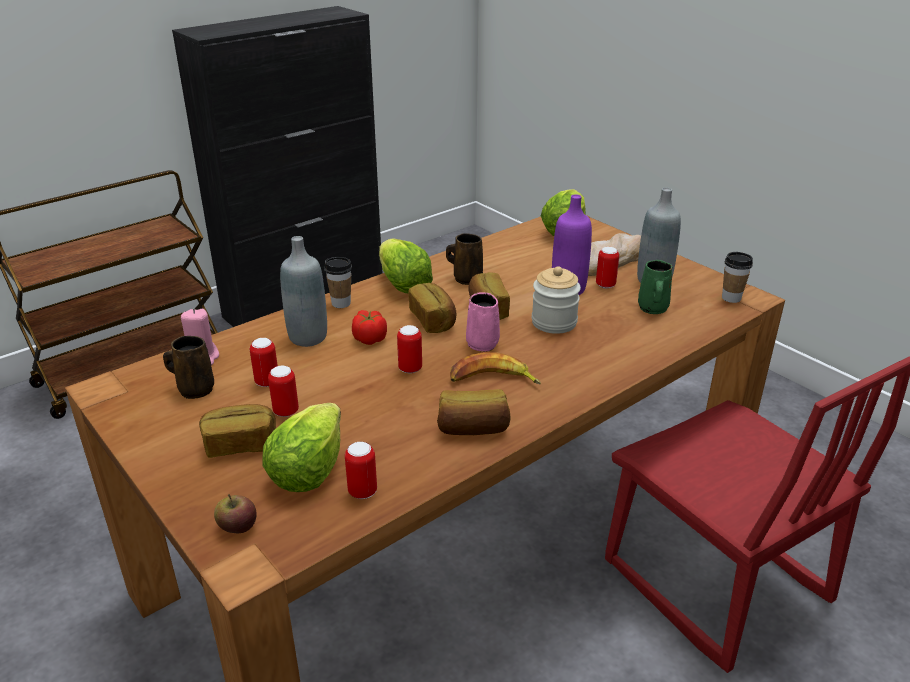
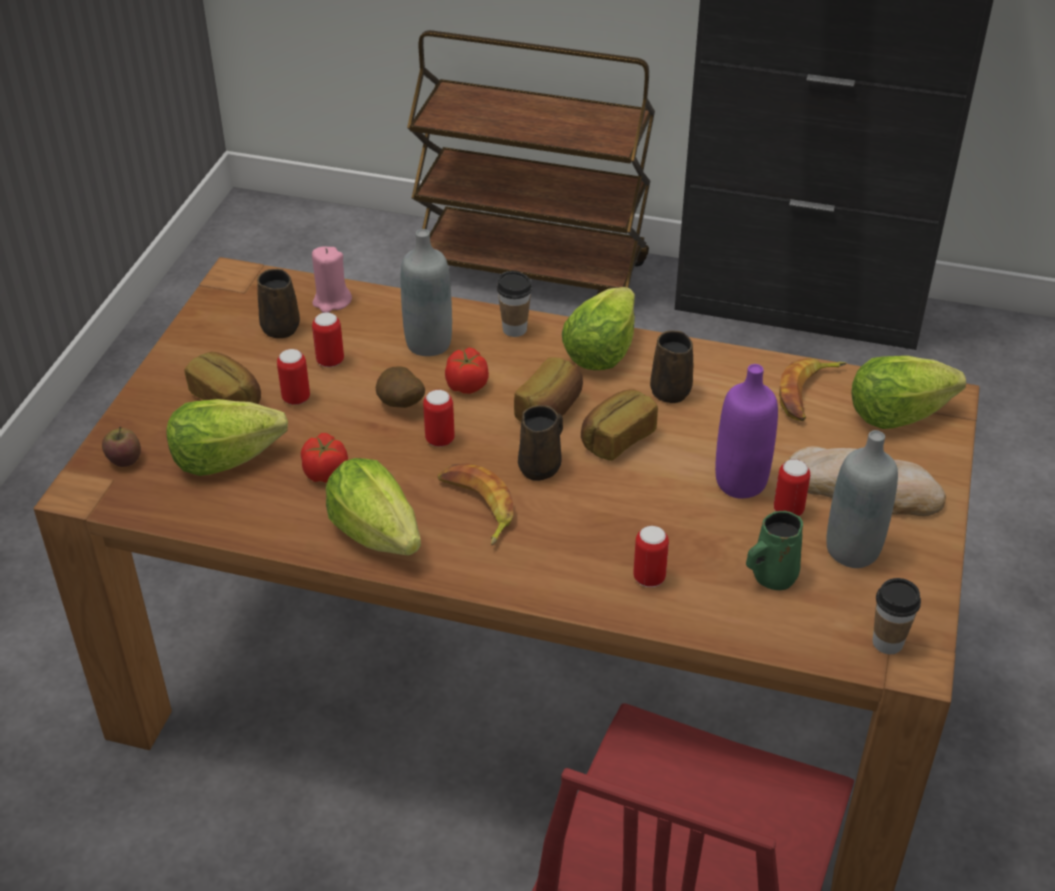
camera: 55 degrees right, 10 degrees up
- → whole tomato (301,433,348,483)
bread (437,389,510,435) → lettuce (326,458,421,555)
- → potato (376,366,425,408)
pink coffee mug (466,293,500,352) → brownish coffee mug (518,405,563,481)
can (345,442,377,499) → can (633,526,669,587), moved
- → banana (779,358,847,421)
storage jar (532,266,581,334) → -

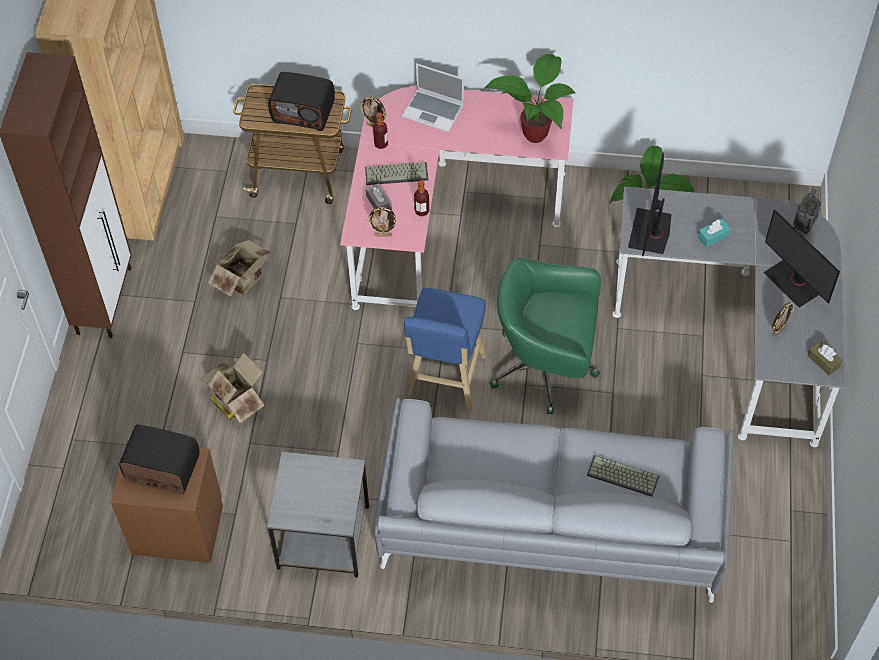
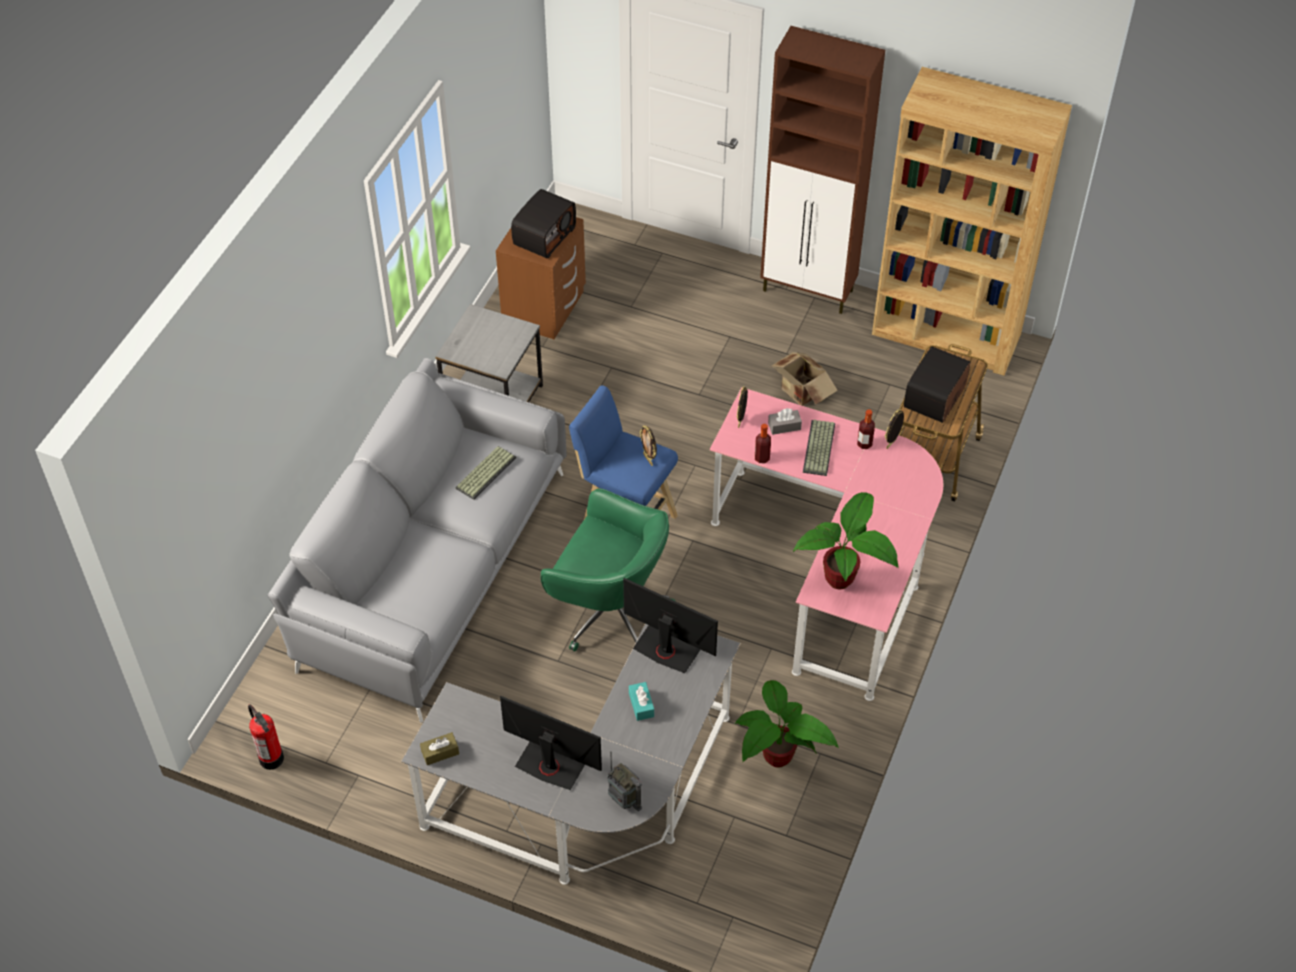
camera: 105 degrees right, 5 degrees down
- → extinguisher (248,704,284,770)
computer keyboard (587,455,659,497) → computer keyboard (455,446,516,500), moved
computer screen (764,209,840,308) → computer screen (500,696,602,790), 45 degrees clockwise
green desk chair (490,258,601,415) → green desk chair (541,488,675,652), 90 degrees clockwise
photo frame (772,302,794,338) → photo frame (640,426,657,466), moved
cardboard box (199,353,264,423) → -
portable computer (402,63,464,133) → -

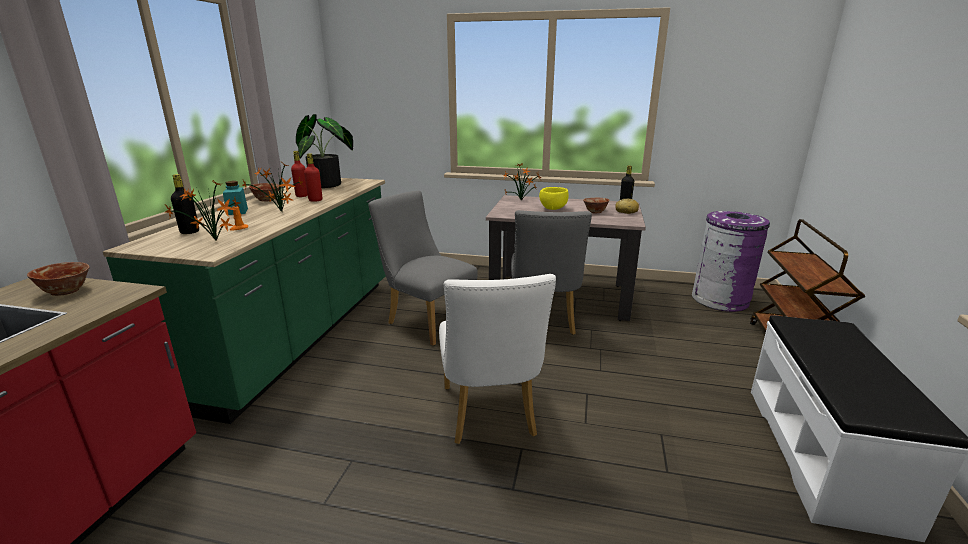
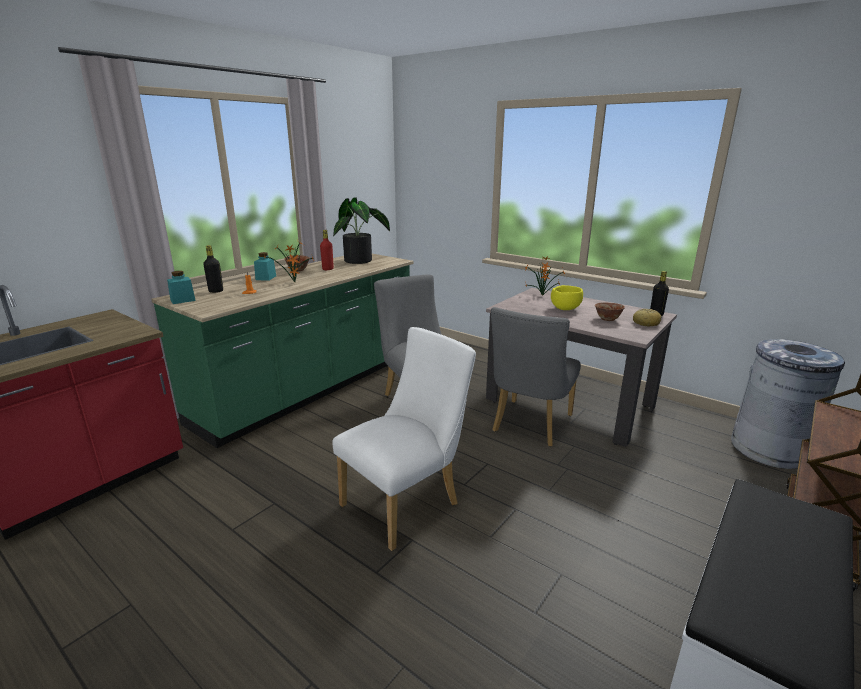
camera: 25 degrees right, 0 degrees up
- → blue-green storage jar (167,271,196,304)
white chair (439,274,556,444) → white chair (332,327,476,551), 150 degrees counterclockwise
purple waste bin (692,211,770,312) → gray waste bin (731,339,845,469)
serving bowl (27,262,90,296) → -
plant in a pot (165,180,241,241) → -
red-coloured drink bottle (304,153,322,202) → -

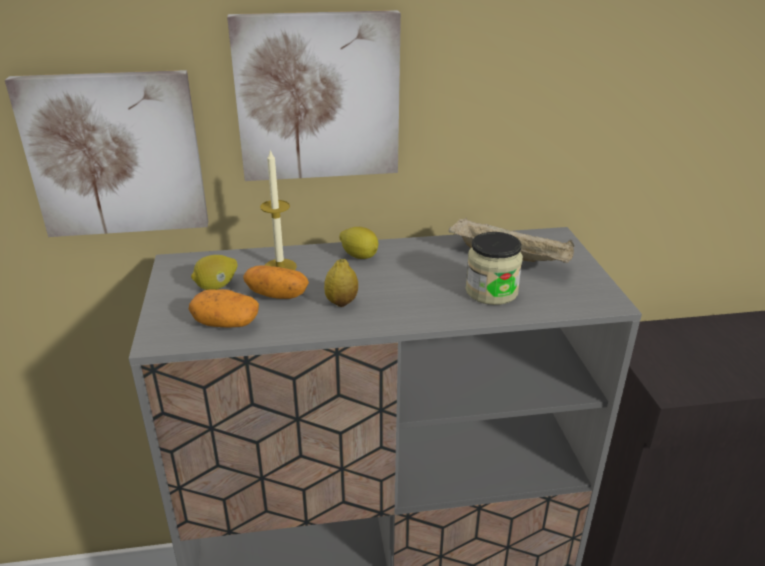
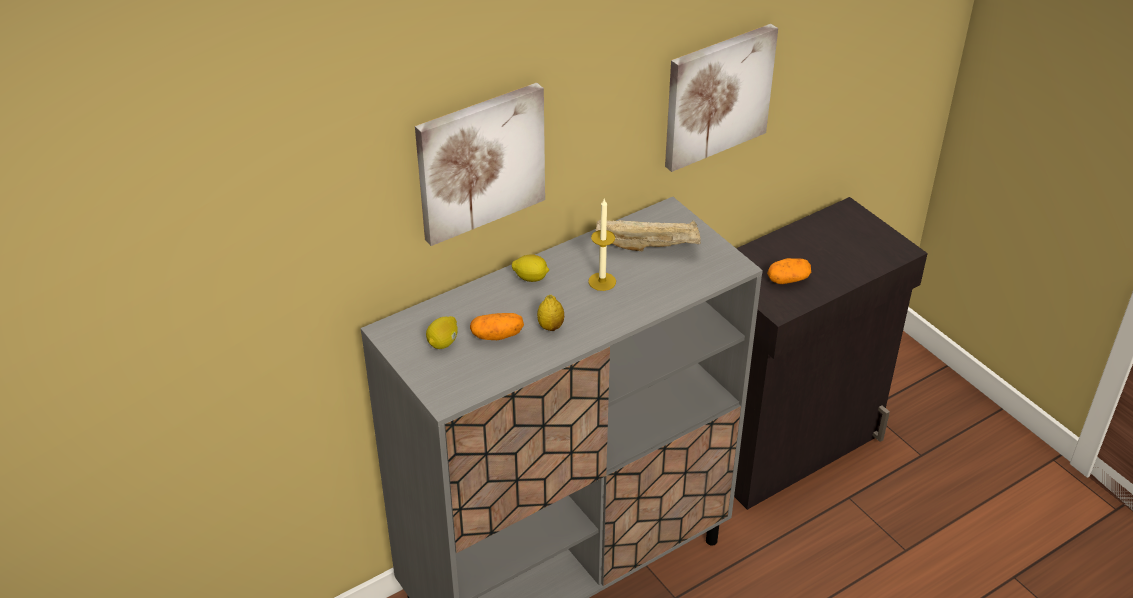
camera: 25 degrees left, 10 degrees up
wax candle (260,149,297,270) → wax candle (588,199,616,291), moved
wall art (5,70,208,237) → wall art (665,24,778,172), moved
potato (188,289,259,328) → potato (767,258,811,284), moved
storage jar (465,232,523,305) → -

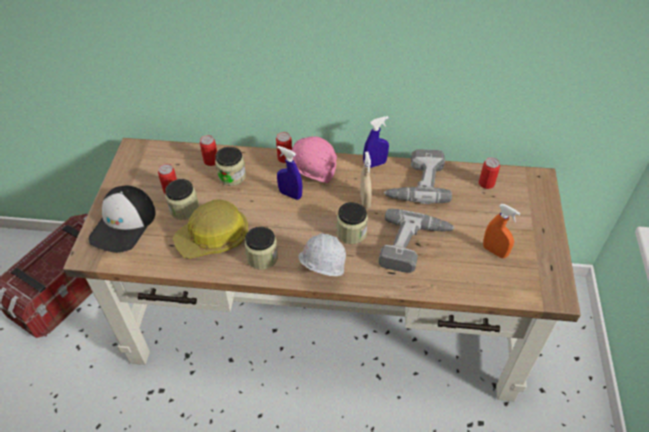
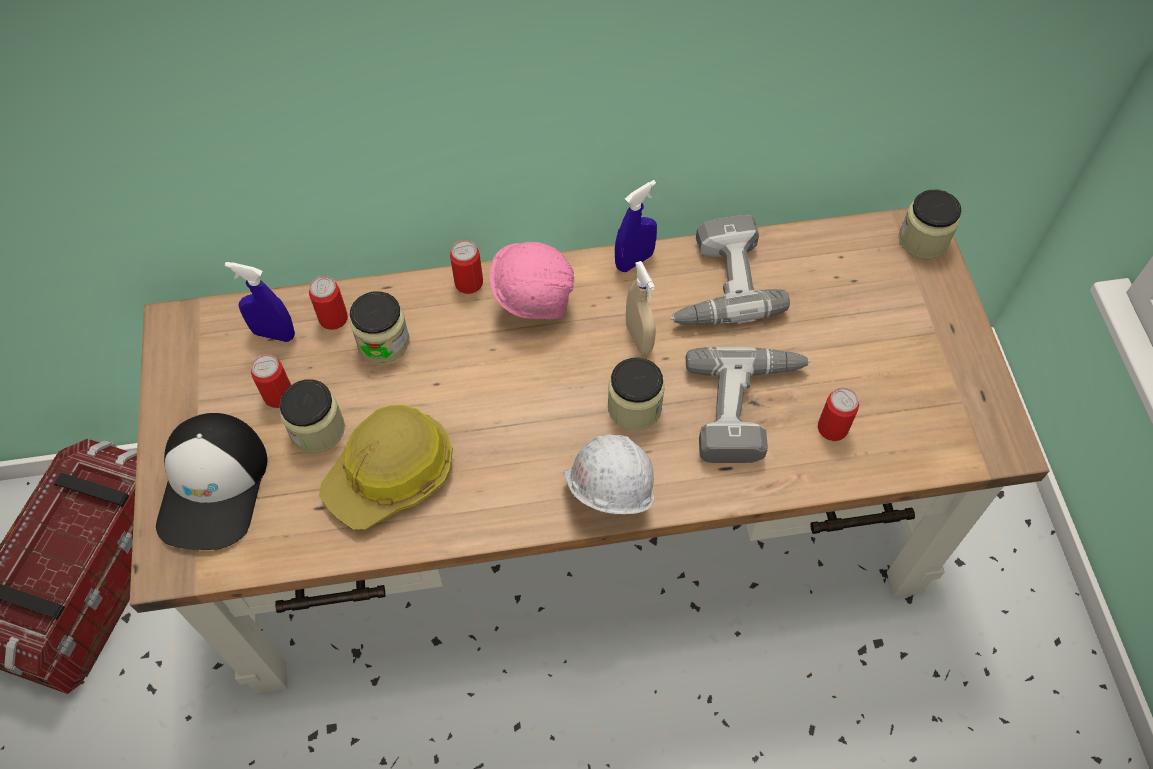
camera: 15 degrees left, 10 degrees up
bluish spray bottle (277,146,302,200) → bluish spray bottle (225,262,295,342), moved
can (479,157,500,189) → can (818,387,859,441), moved
storage jar (245,227,278,270) → storage jar (899,189,961,259), moved
orange-coloured spray bottle (483,204,521,258) → -

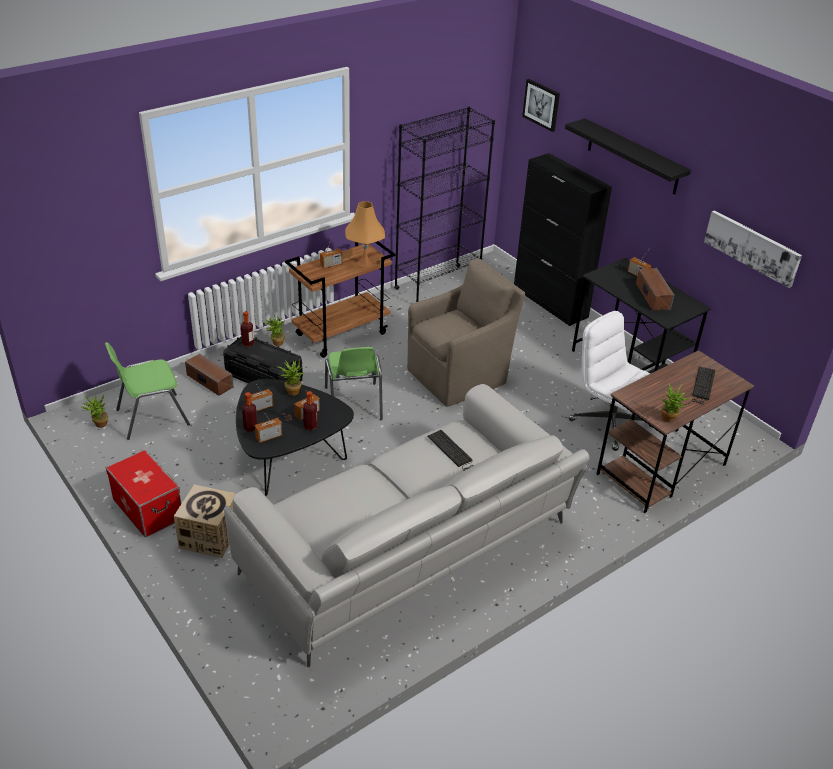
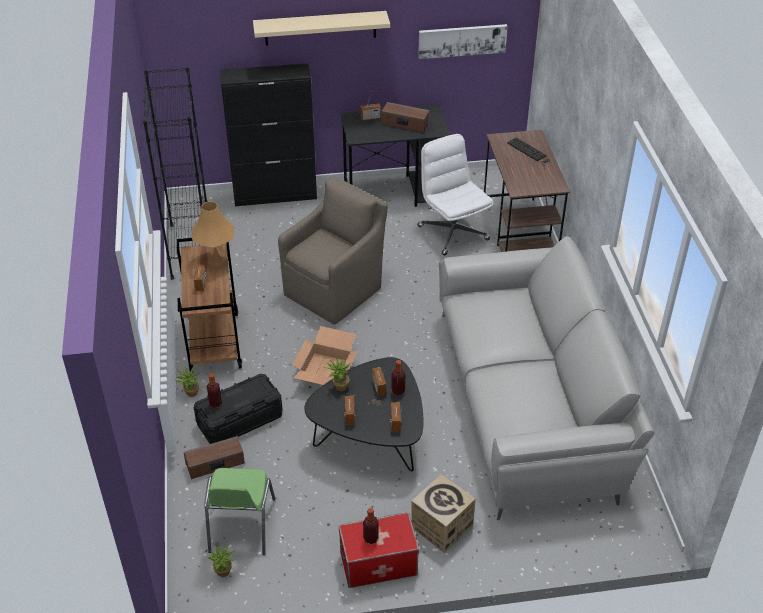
camera: 60 degrees left, 5 degrees up
black-coloured wall shelf (565,118,691,195) → beige-coloured wall shelf (253,11,390,46)
brownish lounge chair (407,259,525,407) → brownish lounge chair (278,176,388,325), 45 degrees clockwise
green chair (325,347,383,420) → cardboard box (292,326,358,386)
drink bottle (242,392,257,431) → drink bottle (363,508,379,544), moved
white desk chair (569,311,651,451) → white desk chair (418,134,494,255), 75 degrees clockwise
computer keyboard (427,430,473,471) → -
wall art (522,79,560,132) → -
plant in a pot (661,384,692,422) → -

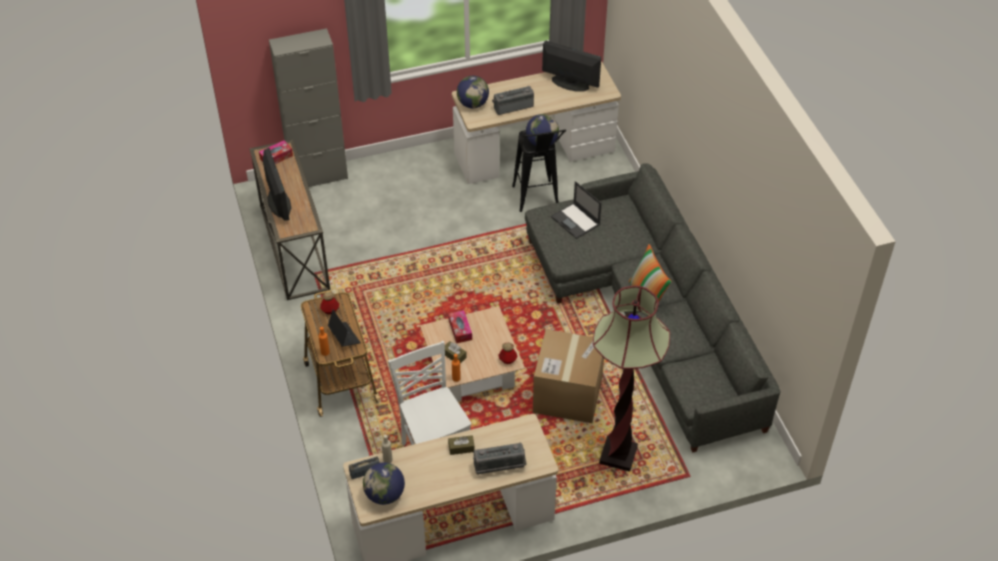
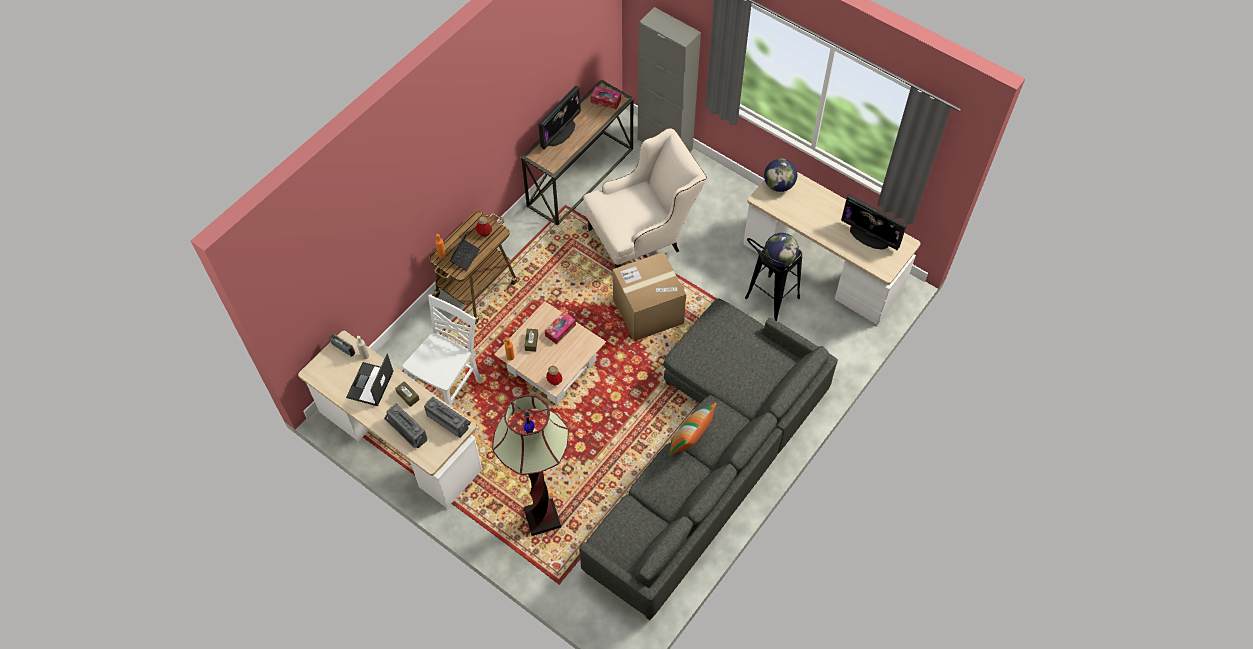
camera: 55 degrees right, 10 degrees up
portable computer (551,181,601,239) → portable computer (346,354,394,406), moved
radio (492,86,534,115) → radio (424,397,471,438), moved
- → beige-coloured lounge chair (583,128,707,268)
cardboard box (533,329,604,423) → cardboard box (613,252,686,341), moved
computer screen (542,40,601,92) → computer screen (841,194,907,250), 135 degrees clockwise
world globe (363,462,405,505) → -

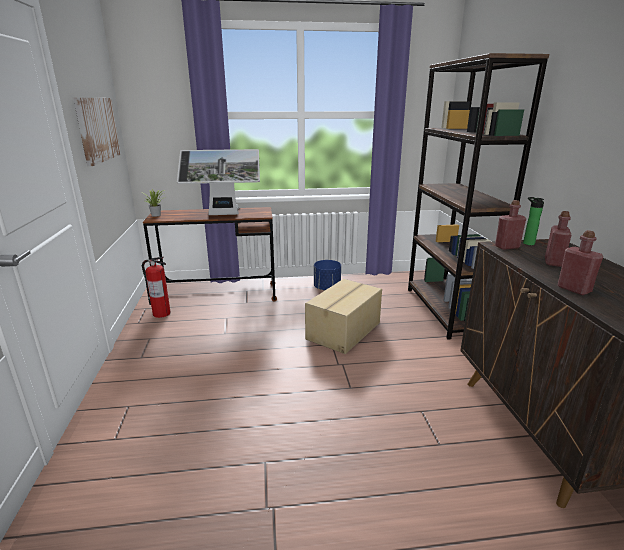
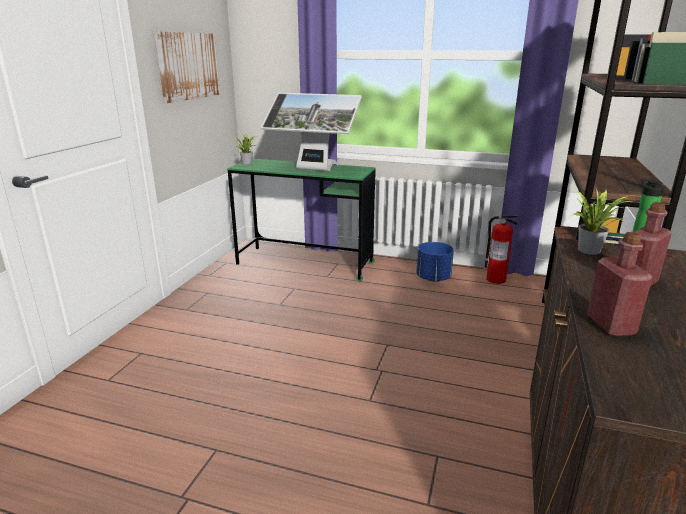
camera: 25 degrees right, 0 degrees up
brownish desk unit (143,207,277,301) → green desk unit (227,159,376,281)
extinguisher (142,257,171,318) → extinguisher (485,215,518,284), moved
red-coloured drink bottle (495,200,526,250) → plant in a pot (572,188,631,255)
cardboard box (305,279,382,354) → -

